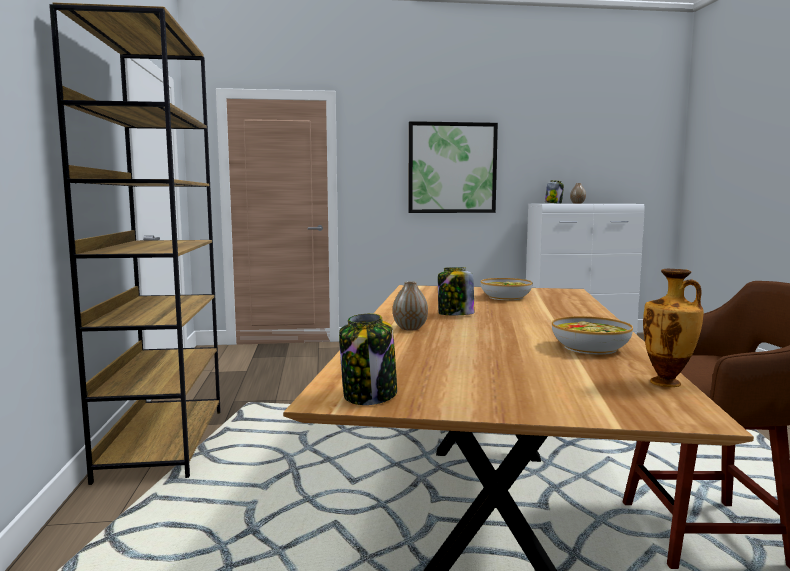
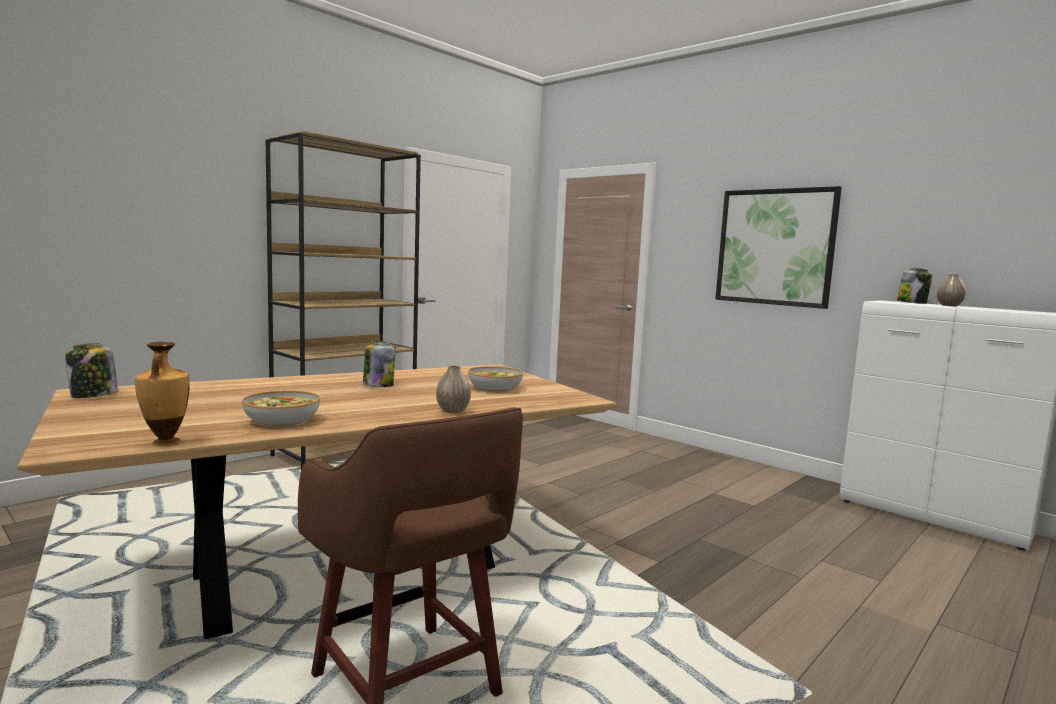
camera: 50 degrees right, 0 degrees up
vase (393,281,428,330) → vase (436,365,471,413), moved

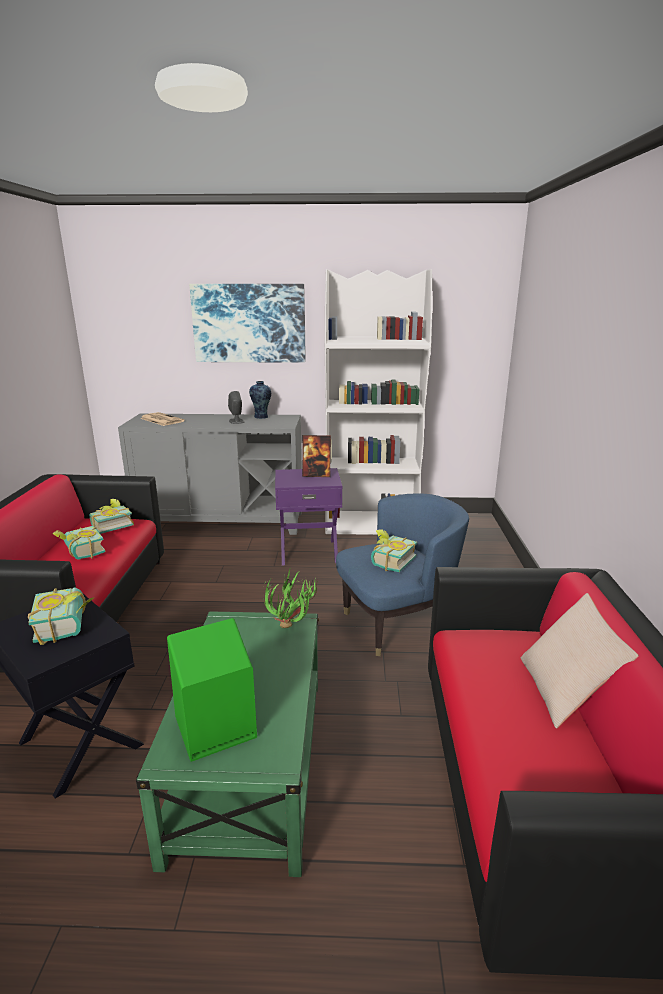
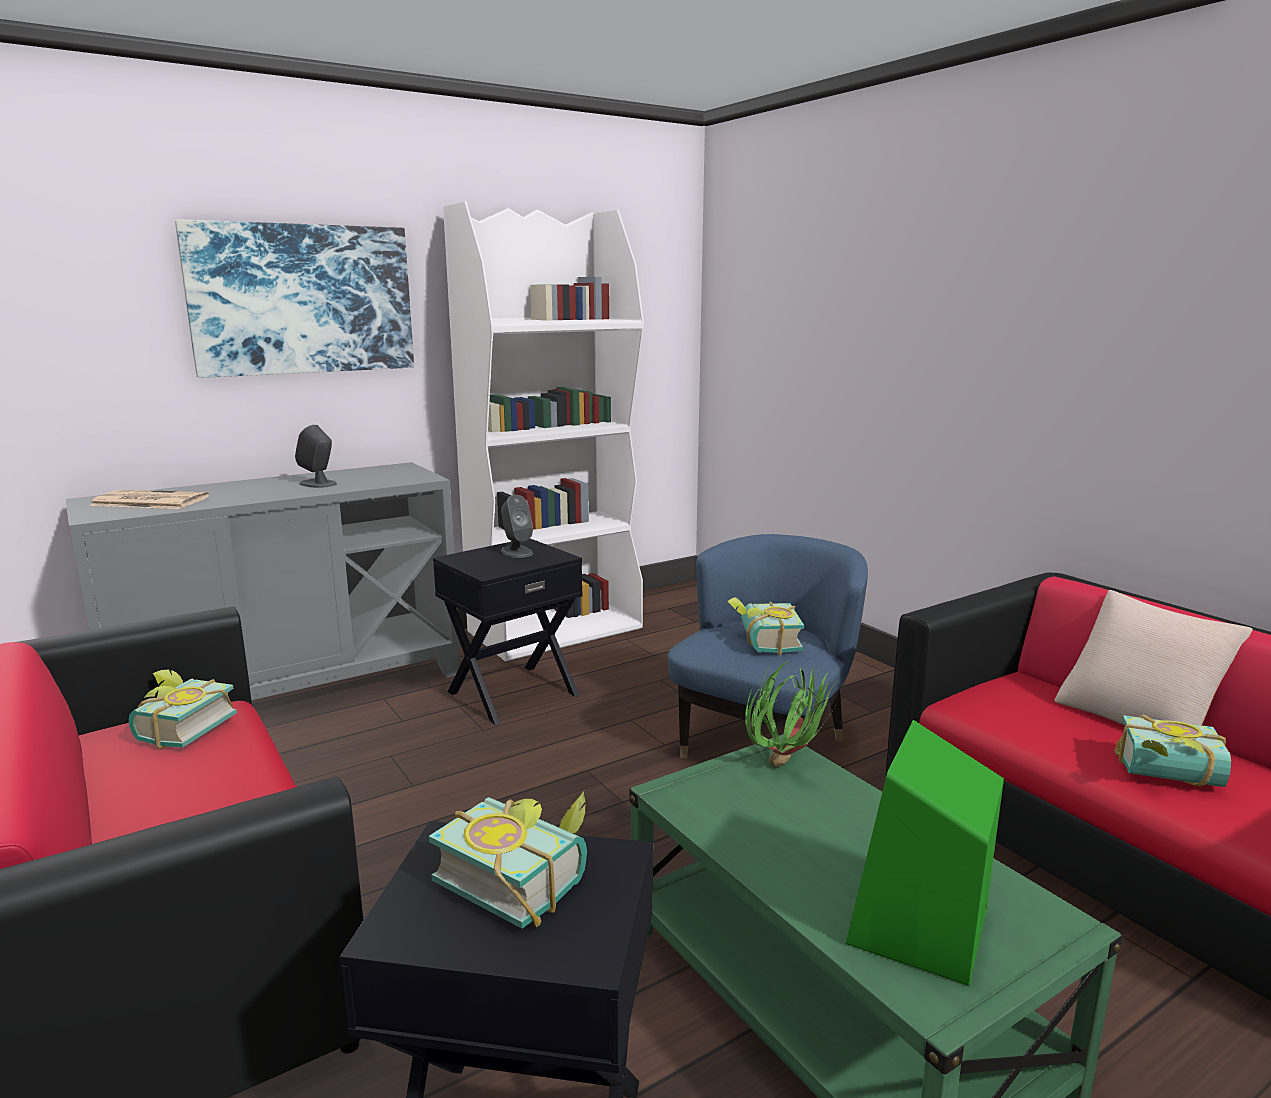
camera: 35 degrees left, 5 degrees down
purple end table (275,468,342,565) → black-coloured end table (433,539,583,725)
photo frame (302,435,331,477) → gray audio speaker (501,495,533,558)
volume (53,526,106,560) → volume (1115,715,1231,787), moved
vase (249,381,271,419) → -

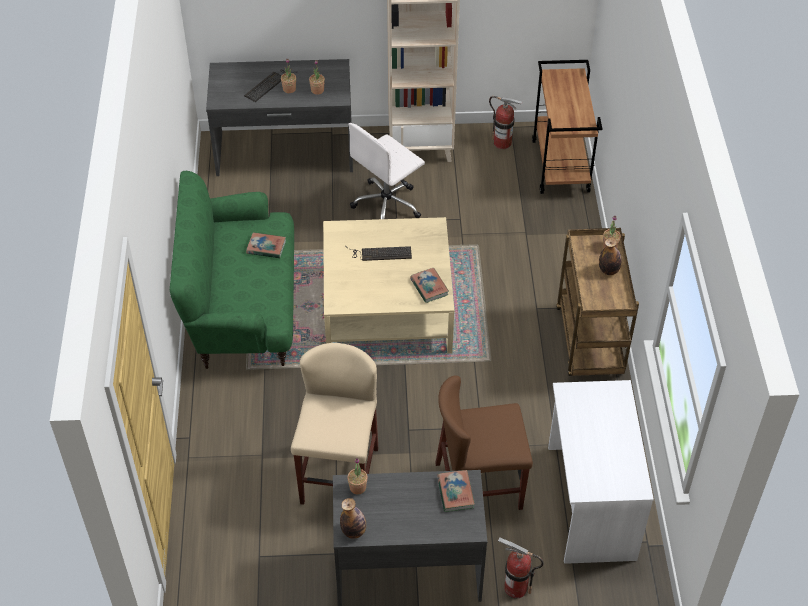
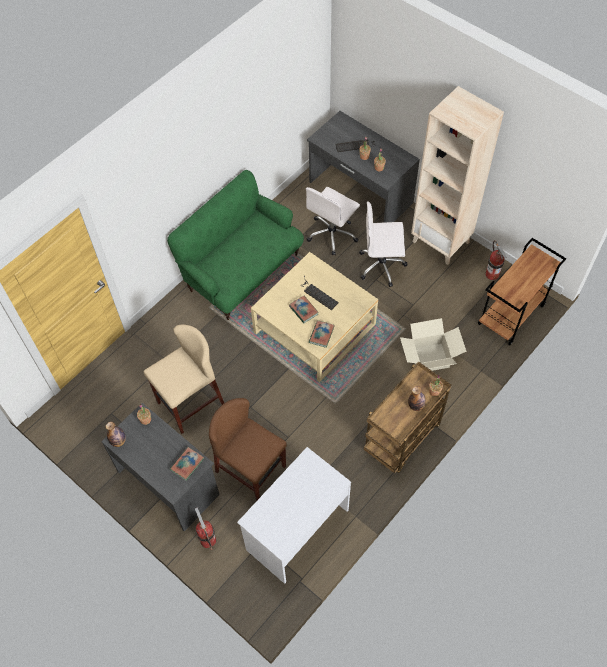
camera: 45 degrees right, 10 degrees up
volume (246,232,286,258) → volume (289,296,319,323), moved
- → white desk chair (306,187,360,255)
- → cardboard box (400,318,467,371)

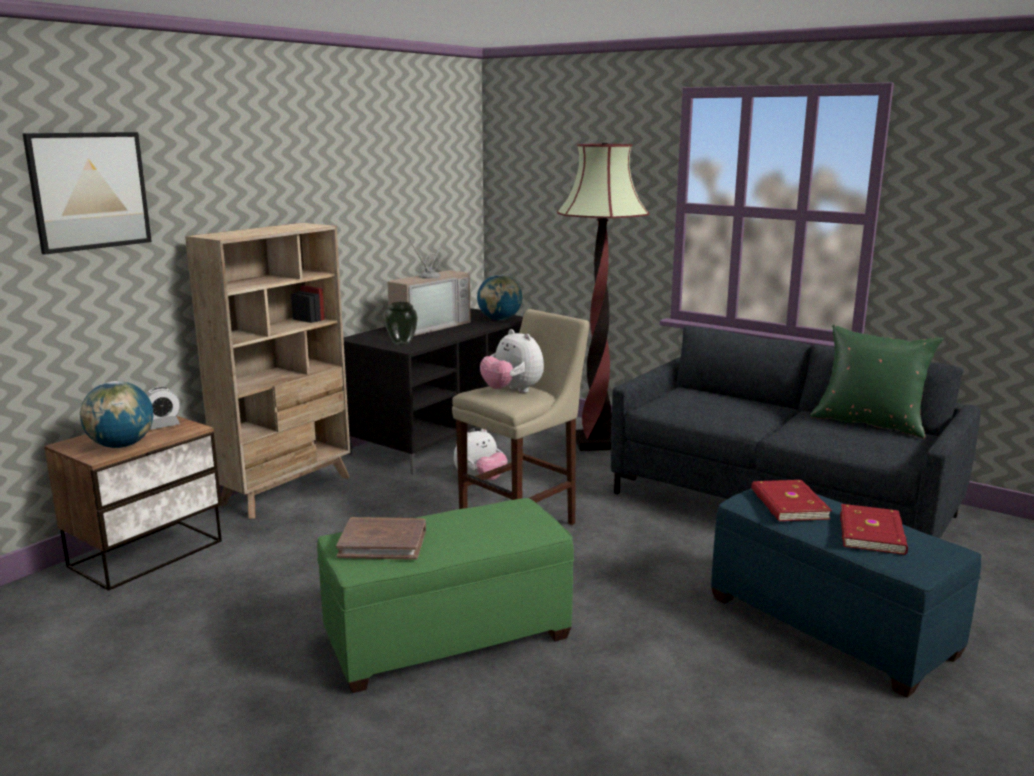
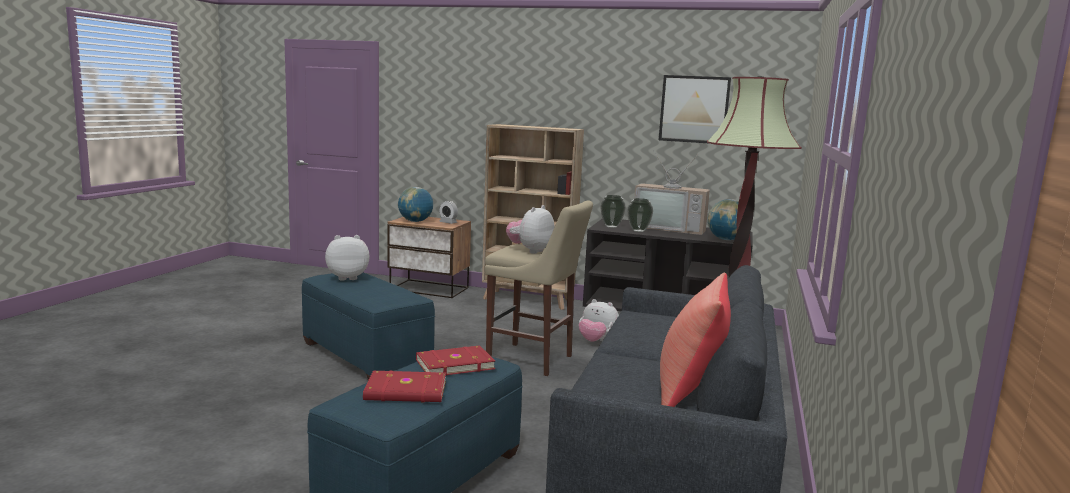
camera: 70 degrees right, 5 degrees down
green pouffe (317,498,574,693) → bluish pouffe (302,273,435,380)
brownish volume (336,517,426,560) → soft toy (325,235,370,280)
- → vase (627,198,653,232)
wall art (22,132,152,255) → wall art (659,75,731,144), moved
green pillow (810,325,943,439) → red-coloured pillow (660,273,731,407)

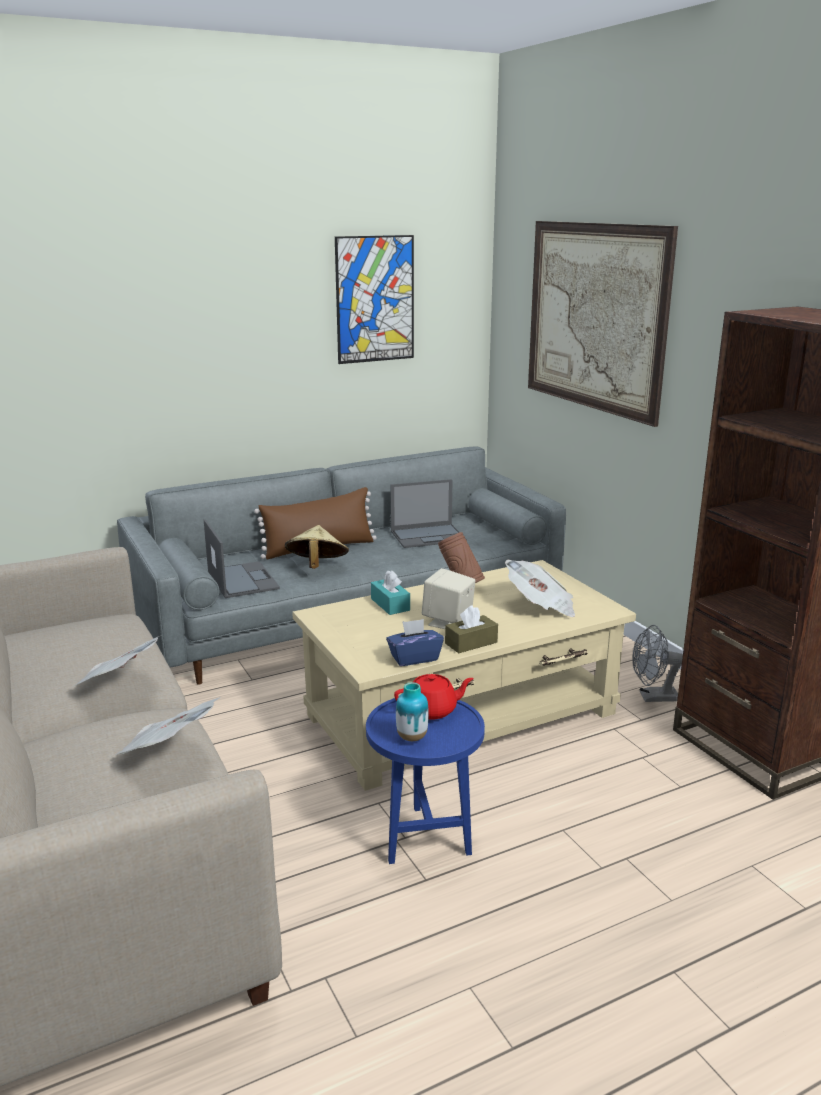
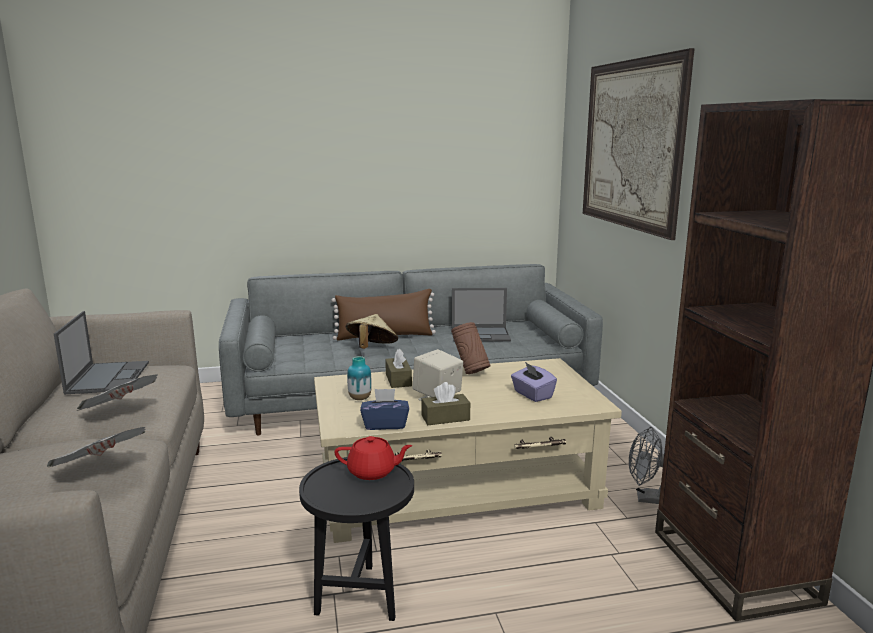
camera: 15 degrees right, 5 degrees down
portable computer (204,519,280,598) → portable computer (54,311,149,395), moved
bluish end table (366,698,485,864) → black-coloured end table (299,457,414,621)
vase (396,682,429,741) → vase (347,356,372,400), moved
blue-green tissue holder (371,570,410,615) → brownish tissue holder (385,349,412,388)
daily paper (505,560,575,617) → purple tissue holder (511,362,557,402)
wall art (335,235,414,364) → -

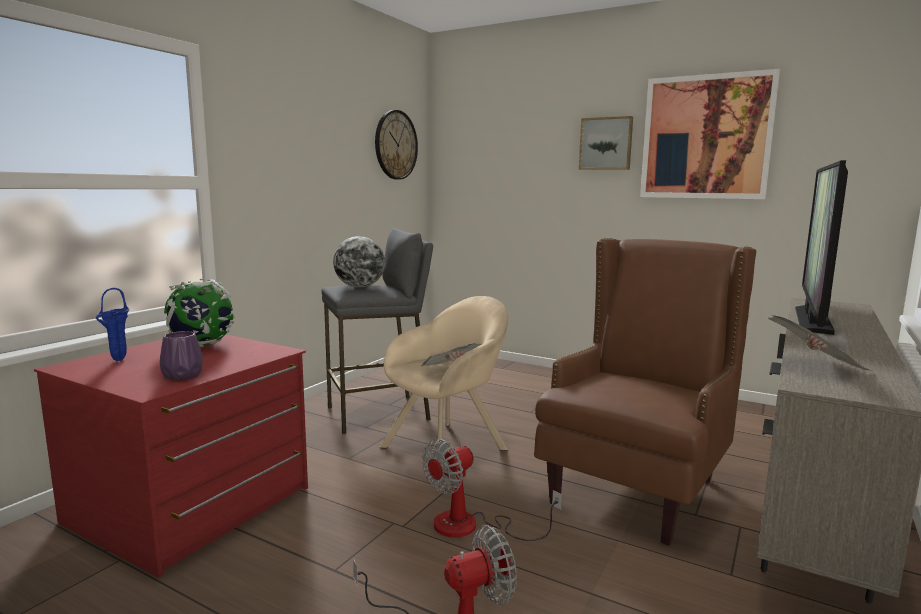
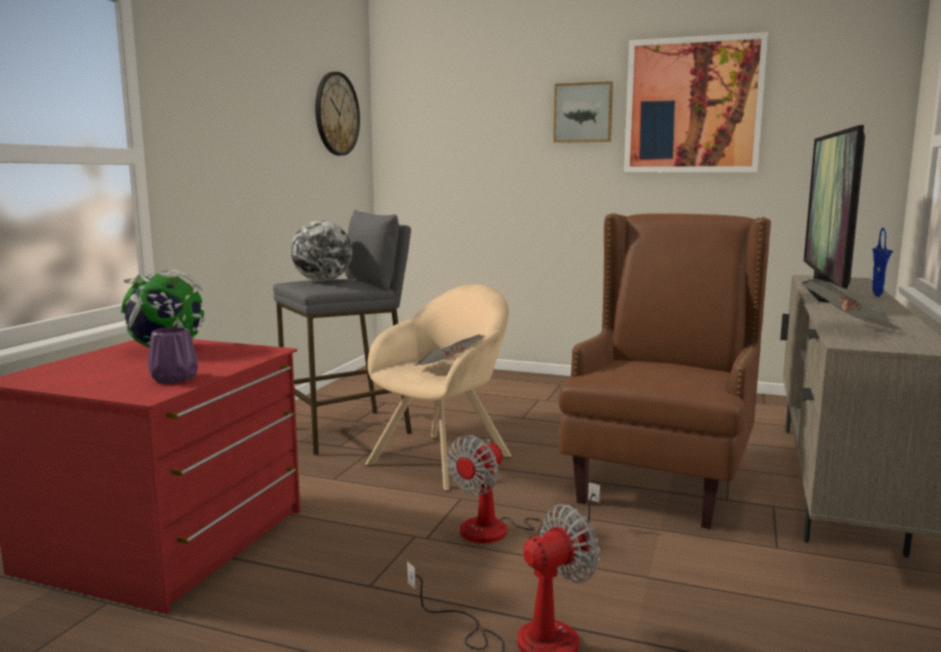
camera: 10 degrees left, 0 degrees up
bluish vase (96,288,129,361) → bluish vase (872,228,893,297), moved

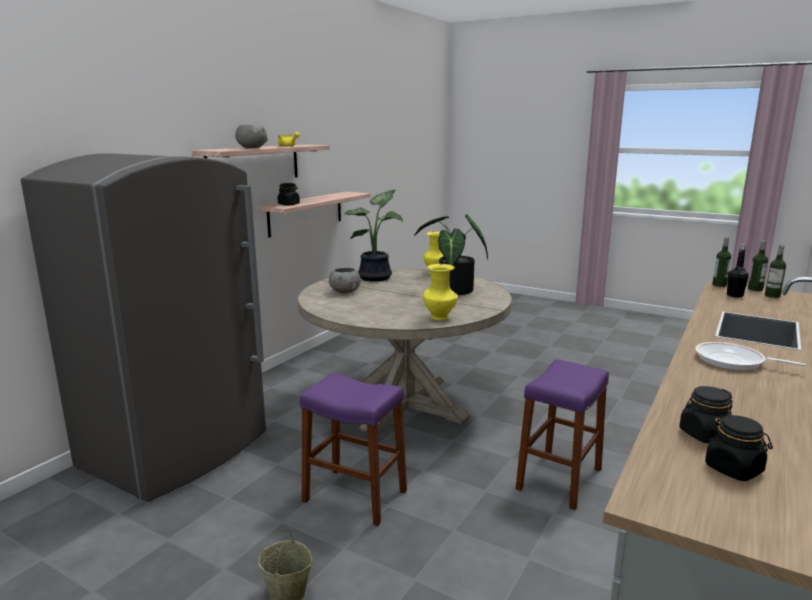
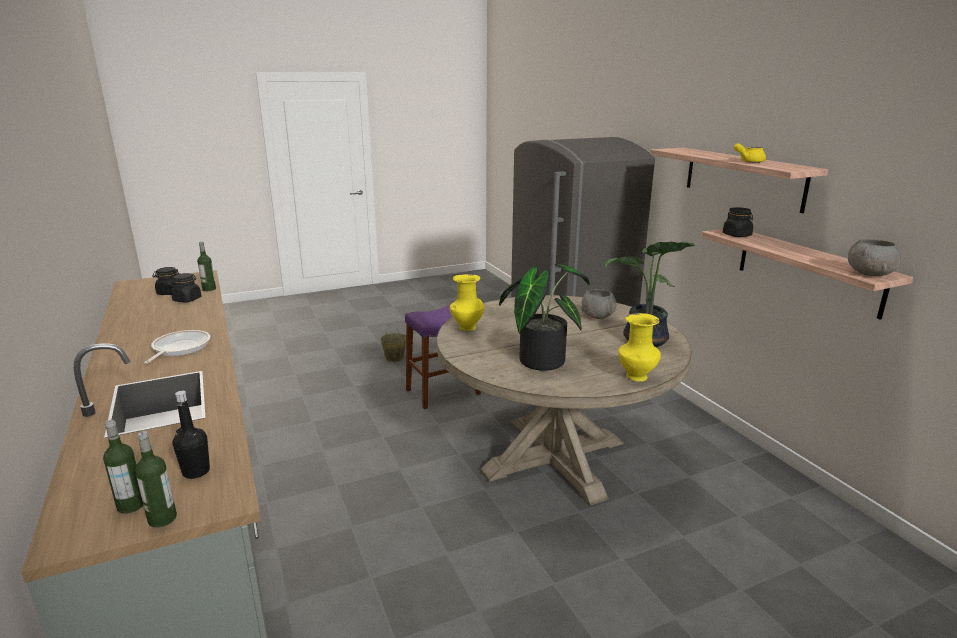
camera: 125 degrees right, 5 degrees up
frying pan (695,342,805,370) → frying pan (144,330,210,364), 60 degrees counterclockwise
drink bottle (712,237,731,287) → drink bottle (197,242,216,291), moved
gray serving bowl (235,125,268,148) → gray serving bowl (848,239,901,276), moved
purple stool (516,360,609,510) → -

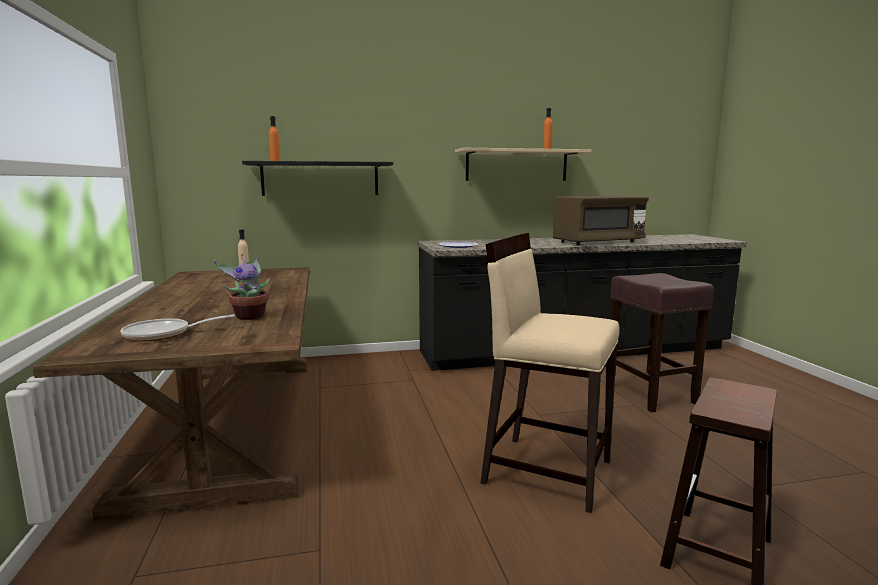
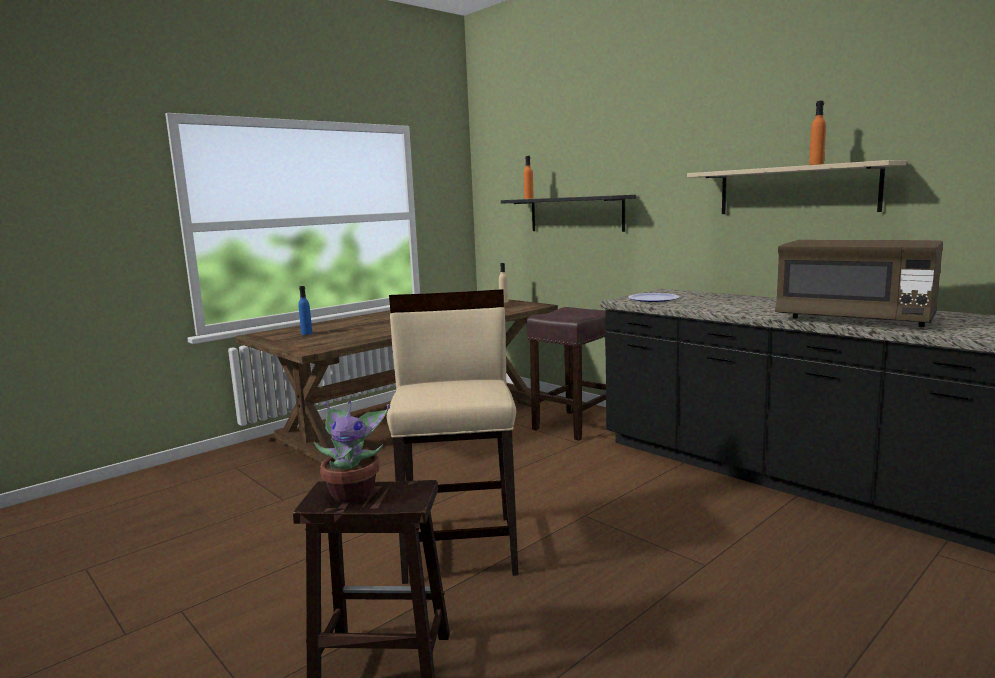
camera: 60 degrees right, 0 degrees up
frying pan (120,314,235,341) → bluish drink bottle (298,286,312,335)
plant in a pot (214,254,270,320) → plant in a pot (314,401,390,503), moved
brownish stool (611,273,714,413) → brownish stool (527,307,608,441), moved

